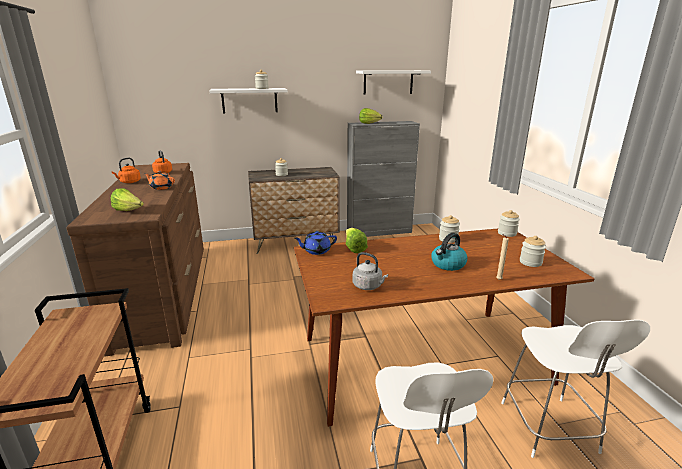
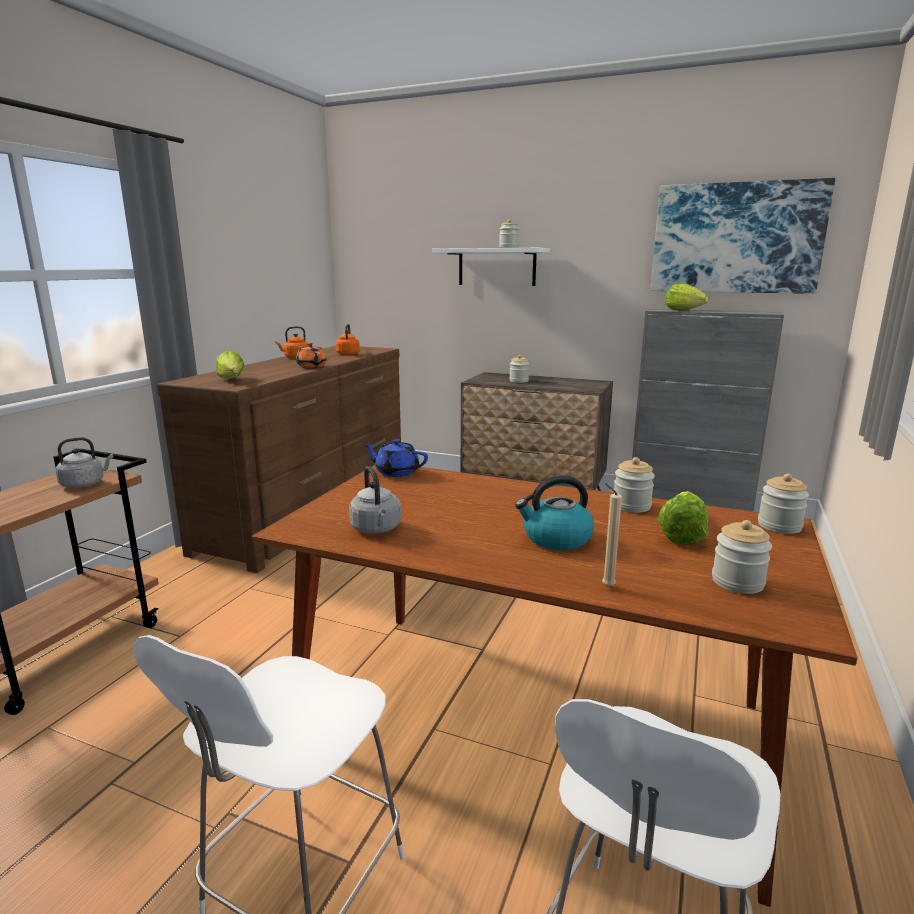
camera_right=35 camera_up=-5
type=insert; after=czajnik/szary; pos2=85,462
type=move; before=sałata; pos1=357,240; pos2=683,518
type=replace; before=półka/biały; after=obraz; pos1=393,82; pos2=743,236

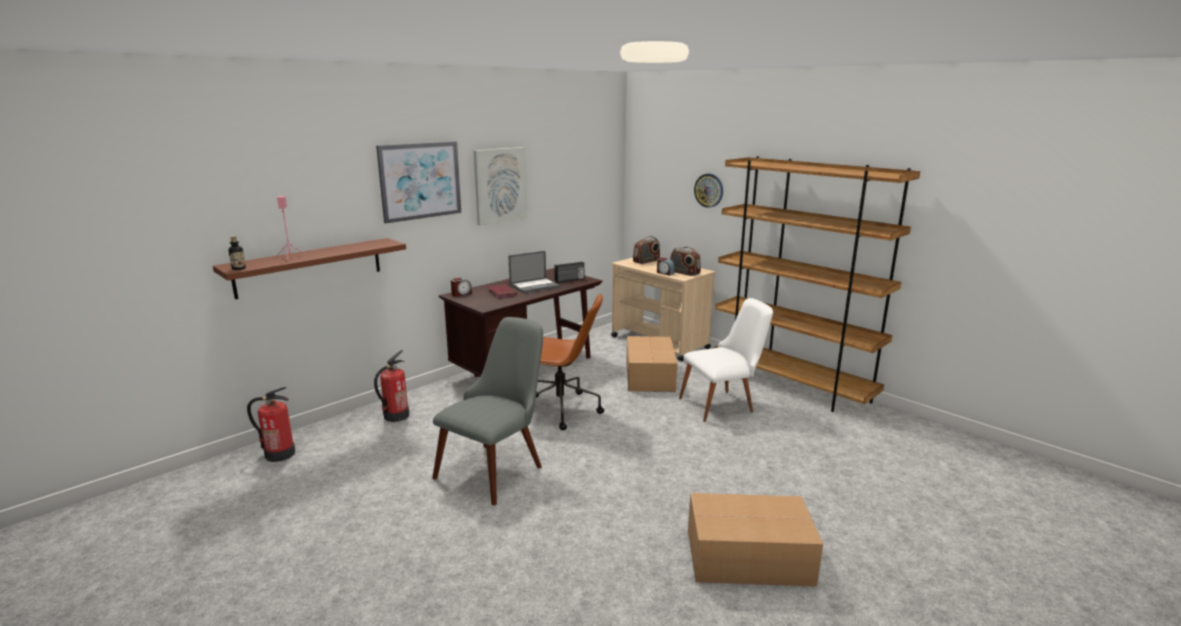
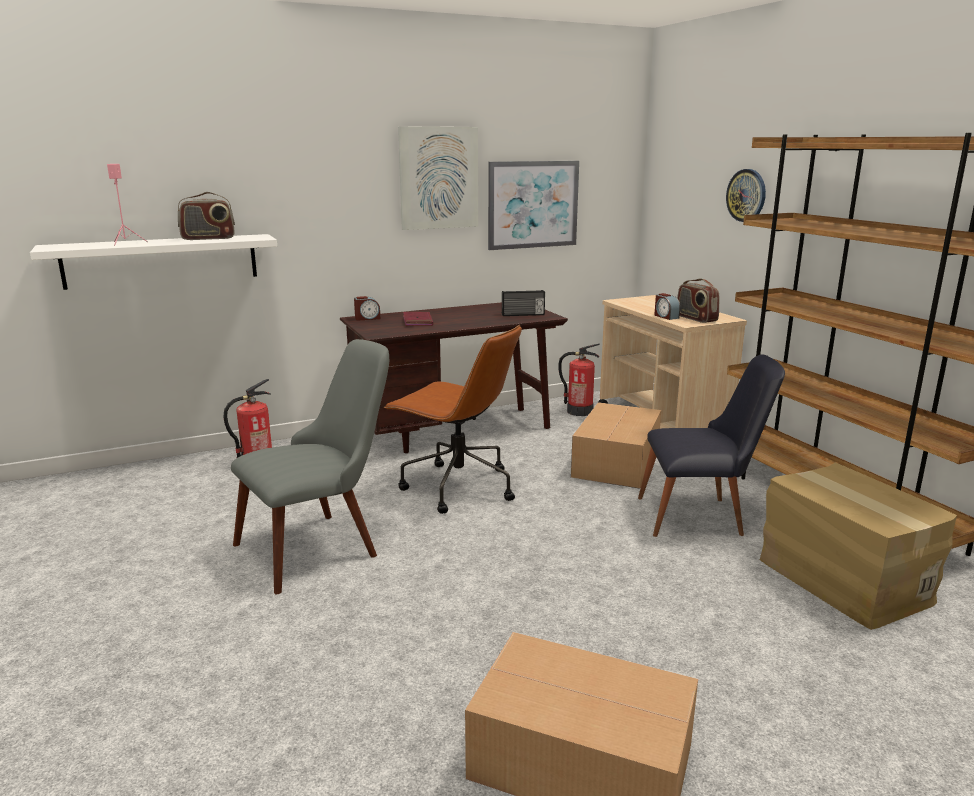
camera_right=20 camera_up=0
type=delete; before=butelka; pos1=237,253
type=delete; before=laptop; pos1=535,272
type=insert; after=karton; pos2=858,546
type=move; before=gaśnica; pos1=271,424; pos2=578,380
type=move; before=obraz; pos1=418,182; pos2=533,205
type=move; before=radio; pos1=646,250; pos2=206,216
type=recolor; before=półka/brązowy; after=półka/biały; pos1=309,268; pos2=153,262
type=recolor; before=krzesło/biały; after=krzesło/czarny; pos1=726,360; pos2=711,446

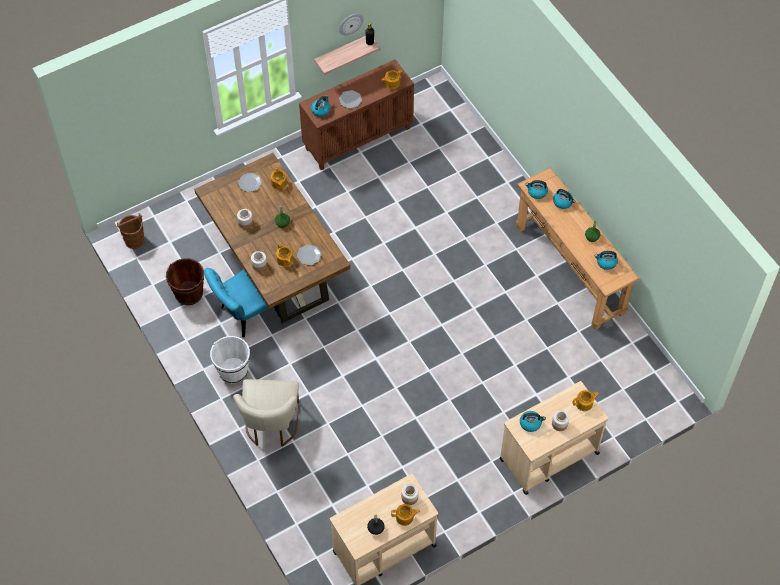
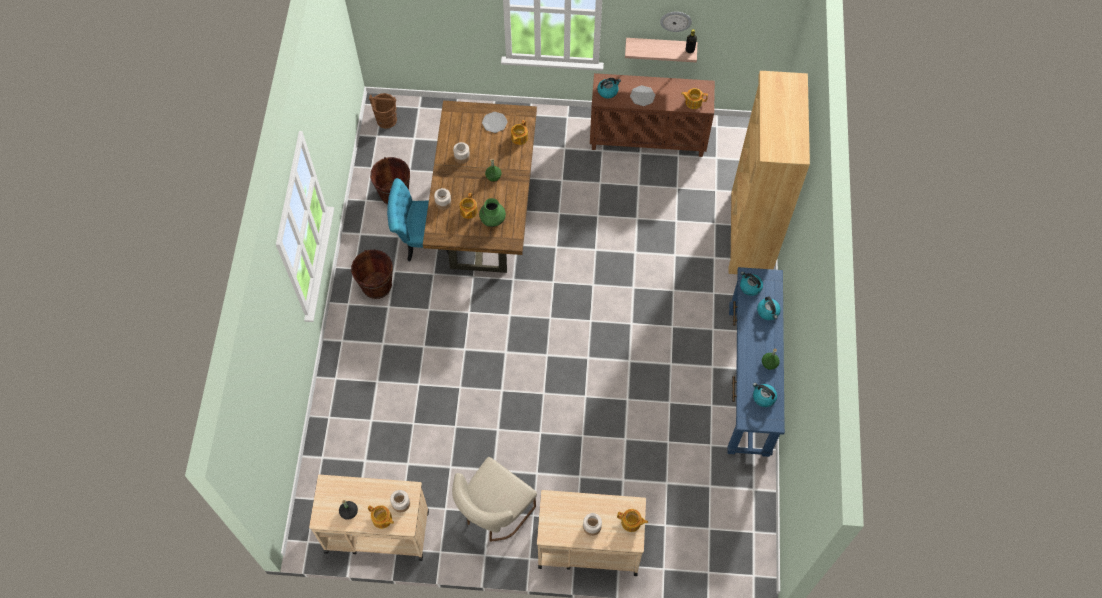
camera_right=35 camera_up=5
type=delete; before=czajnik; pos1=533,421
type=insert; after=regał/brązowy; pos2=769,172
type=move; before=krzesło/beżowy; pos1=266,413; pos2=494,499
type=replace; before=talerz; after=wazon/zielony; pos1=309,255; pos2=492,212
type=recolor; before=wiadro/biały; after=wiadro/brązowy; pos1=230,360; pos2=372,274
type=recolor; before=stolik konsolowy/brązowy; after=stolik konsolowy/niebieski; pos1=577,249; pos2=756,362

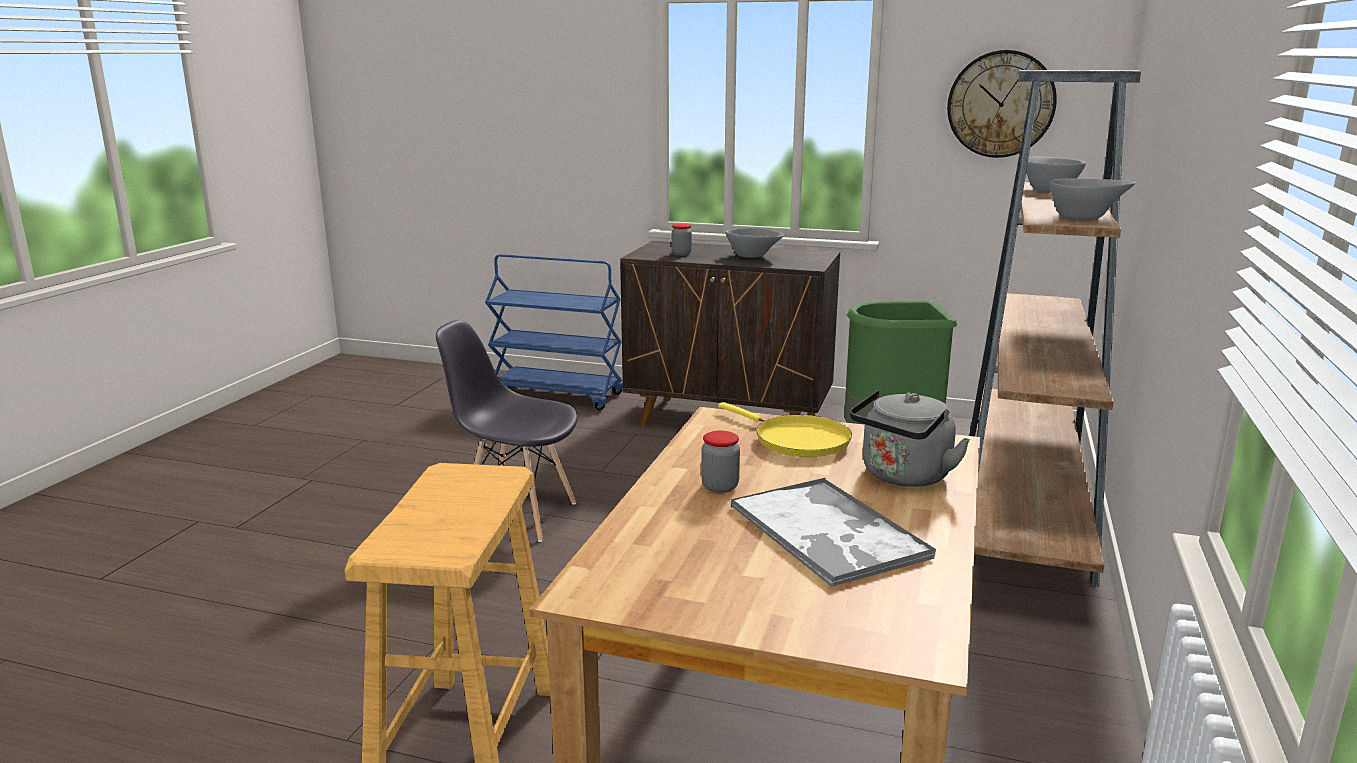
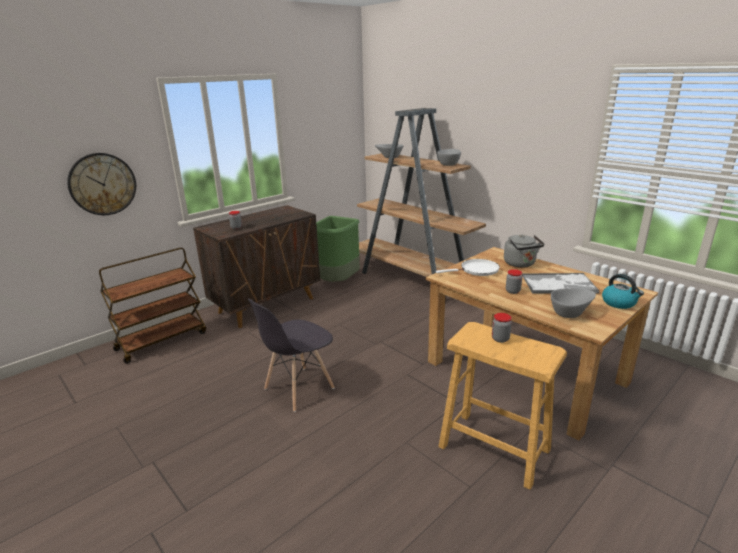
camera_right=-60 camera_up=5
type=insert; after=słoik; pos2=502,328
type=insert; after=czajnik; pos2=623,291
type=move; before=miska/szary; pos1=754,243; pos2=573,303
type=move; before=zegar ścienny; pos1=1002,104; pos2=101,184
type=recolor; before=wózek/niebieski; after=wózek/brązowy; pos1=554,332; pos2=152,305
type=recolor; before=patelnia/żółty; after=patelnia/biały; pos1=785,429; pos2=468,267

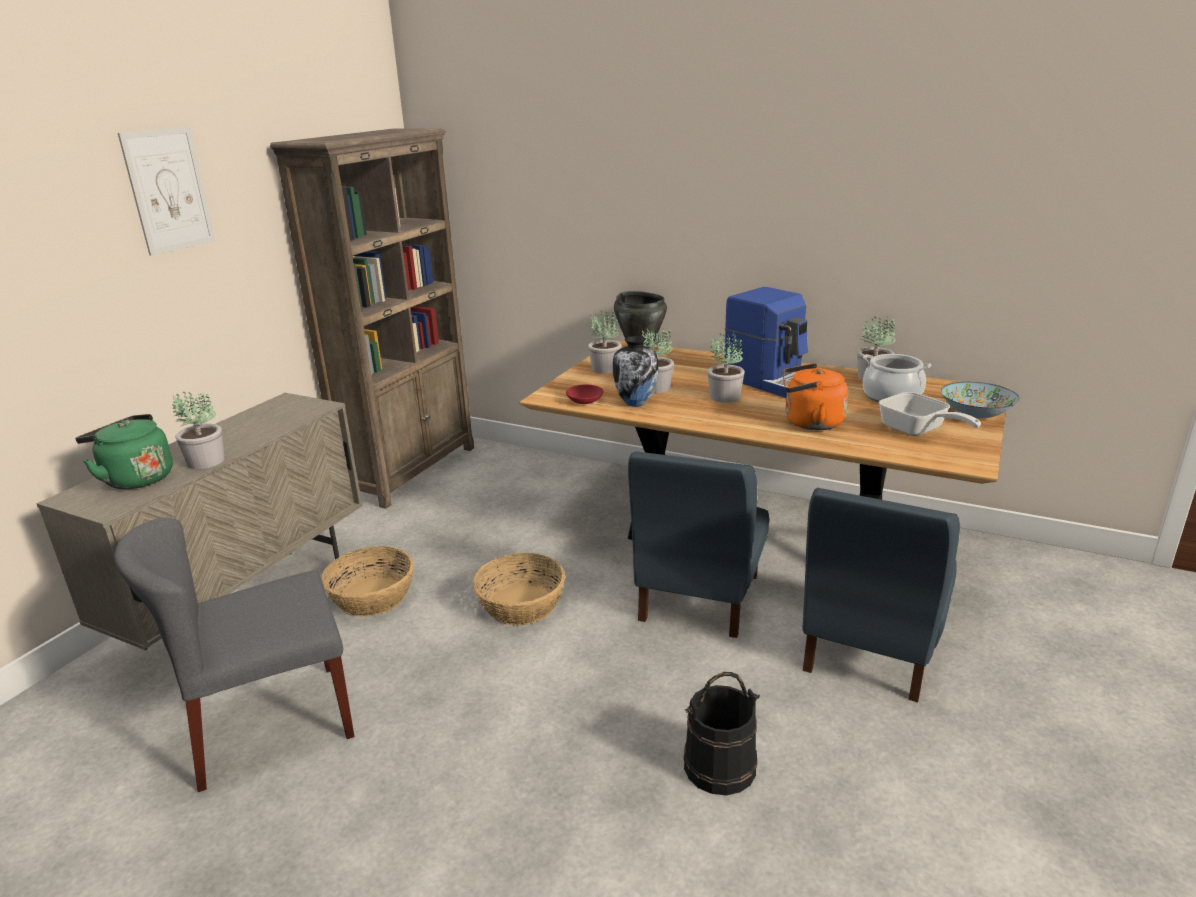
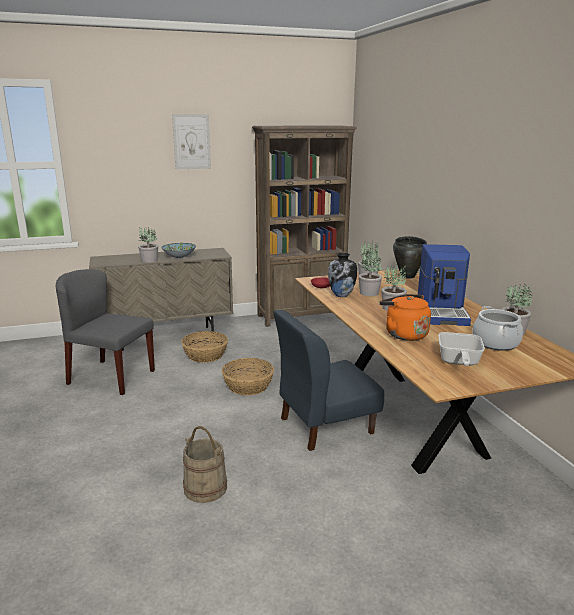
camera_right=45 camera_up=-5
type=delete; before=czajnik/zielony; pos1=124,451
type=delete; before=krzesło/niebieski; pos1=881,595
type=move; before=miska; pos1=980,400; pos2=178,250
type=recolor; before=wiadro/czarny; after=wiadro/beżowy; pos1=722,733; pos2=205,464

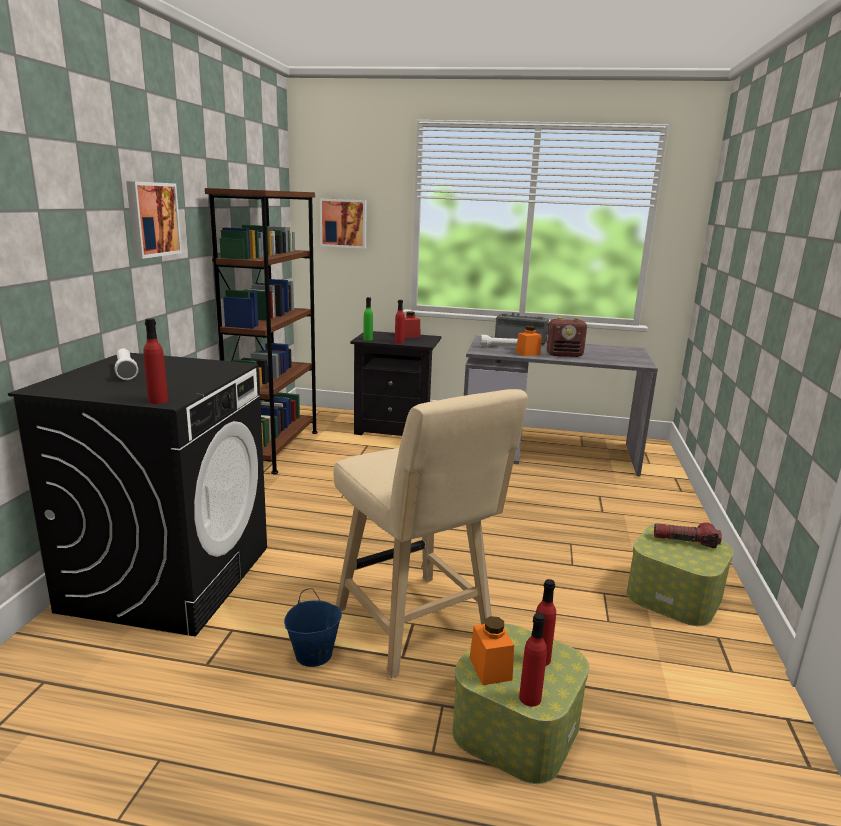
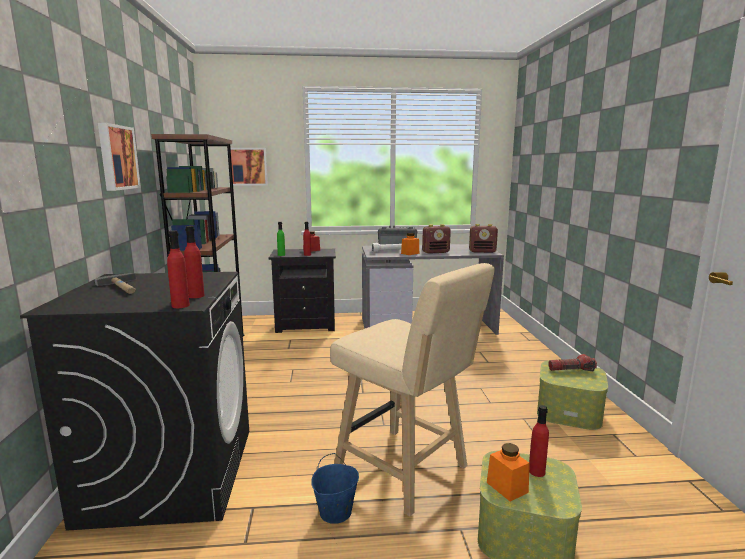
camera_right=-15 camera_up=-5
type=insert; after=radio; pos2=483,238
type=move; before=butelka/czerwony; pos1=533,660; pos2=194,262
type=replace; before=latarka/biały; after=młotek; pos1=126,364; pos2=115,283

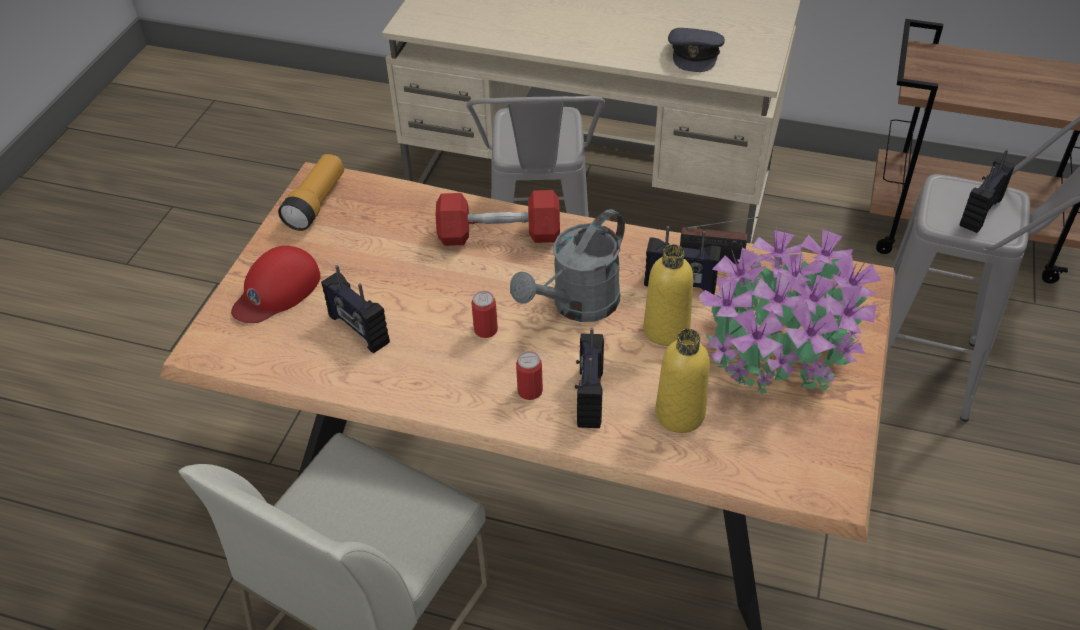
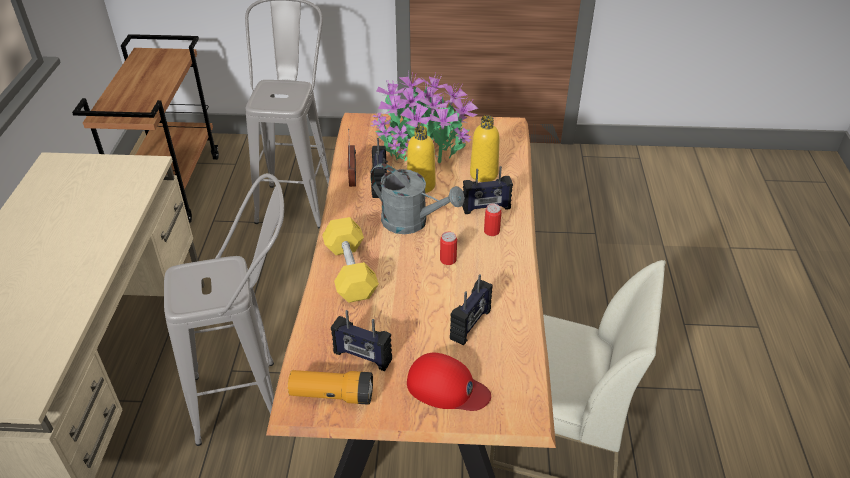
camera_right=-105 camera_up=-5
type=delete; before=czapka z daszkiem/szary; pos1=696,50
type=move; before=radio; pos1=987,191; pos2=361,340
type=recolor; before=hantel/czerwony; after=hantel/żółty; pos1=498,218; pos2=350,260

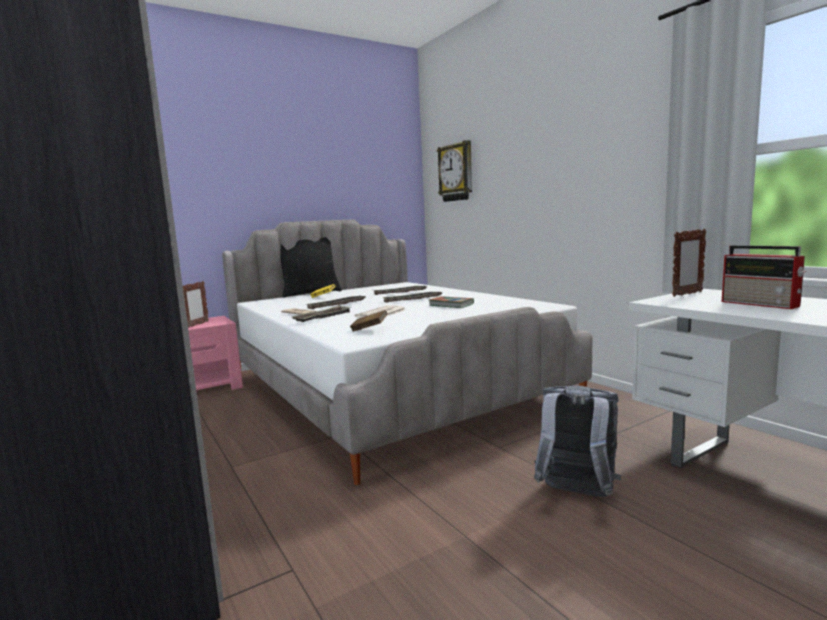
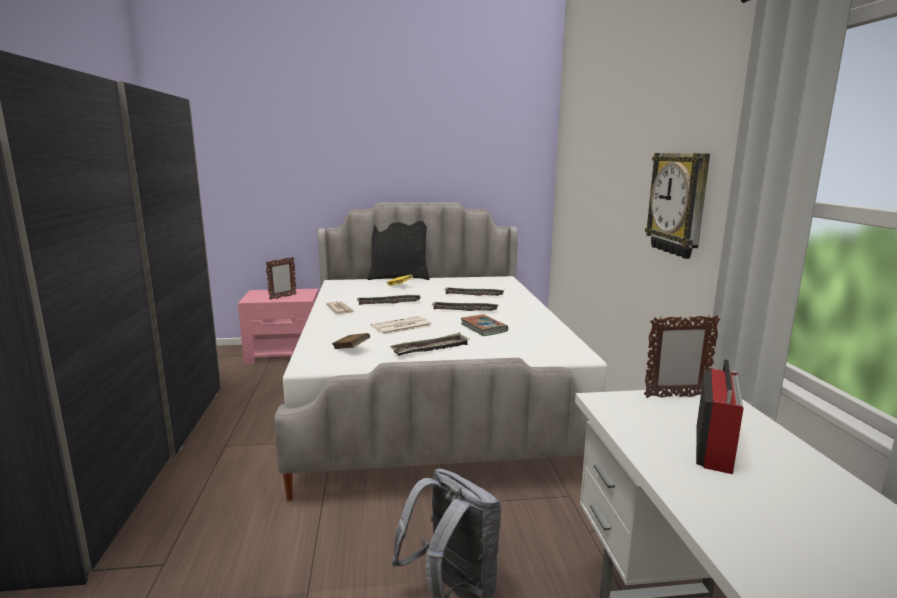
camera_right=25 camera_up=5
type=move; before=taca; pos1=321,313; pos2=429,344
type=move; before=zegar ścienny; pos1=454,171; pos2=677,206
type=rotate; before=radio; pos1=764,277; pos2=720,416; turn=-150

